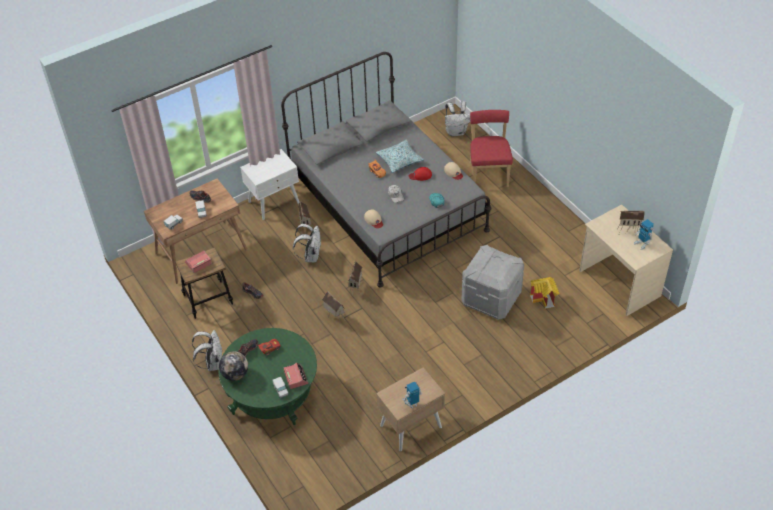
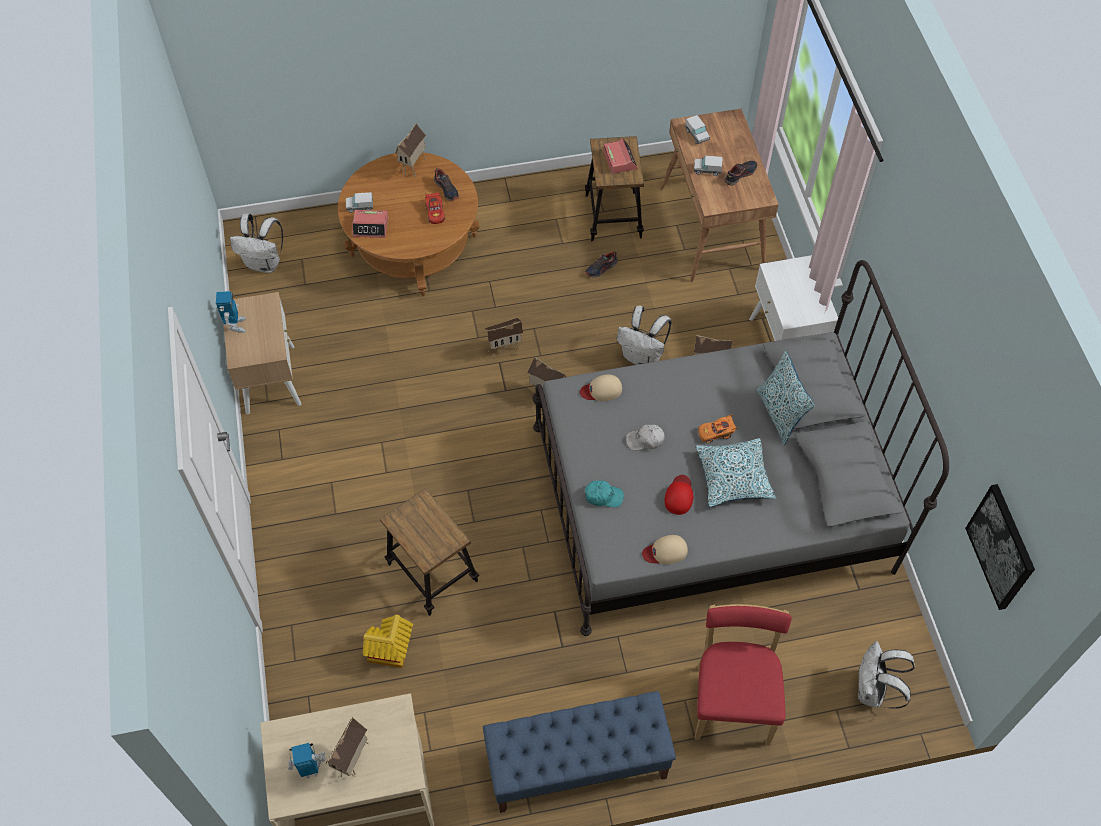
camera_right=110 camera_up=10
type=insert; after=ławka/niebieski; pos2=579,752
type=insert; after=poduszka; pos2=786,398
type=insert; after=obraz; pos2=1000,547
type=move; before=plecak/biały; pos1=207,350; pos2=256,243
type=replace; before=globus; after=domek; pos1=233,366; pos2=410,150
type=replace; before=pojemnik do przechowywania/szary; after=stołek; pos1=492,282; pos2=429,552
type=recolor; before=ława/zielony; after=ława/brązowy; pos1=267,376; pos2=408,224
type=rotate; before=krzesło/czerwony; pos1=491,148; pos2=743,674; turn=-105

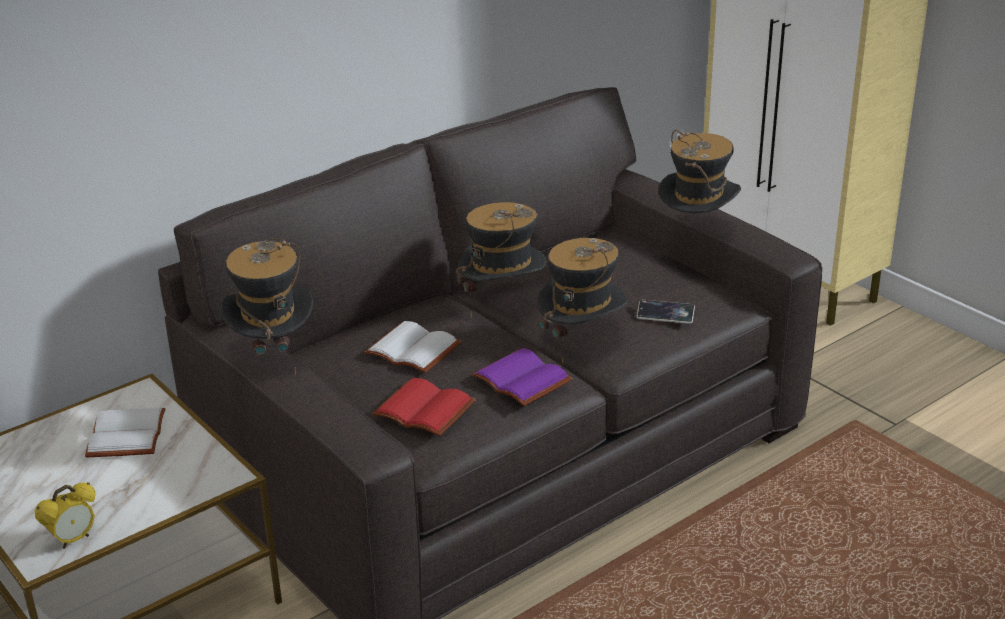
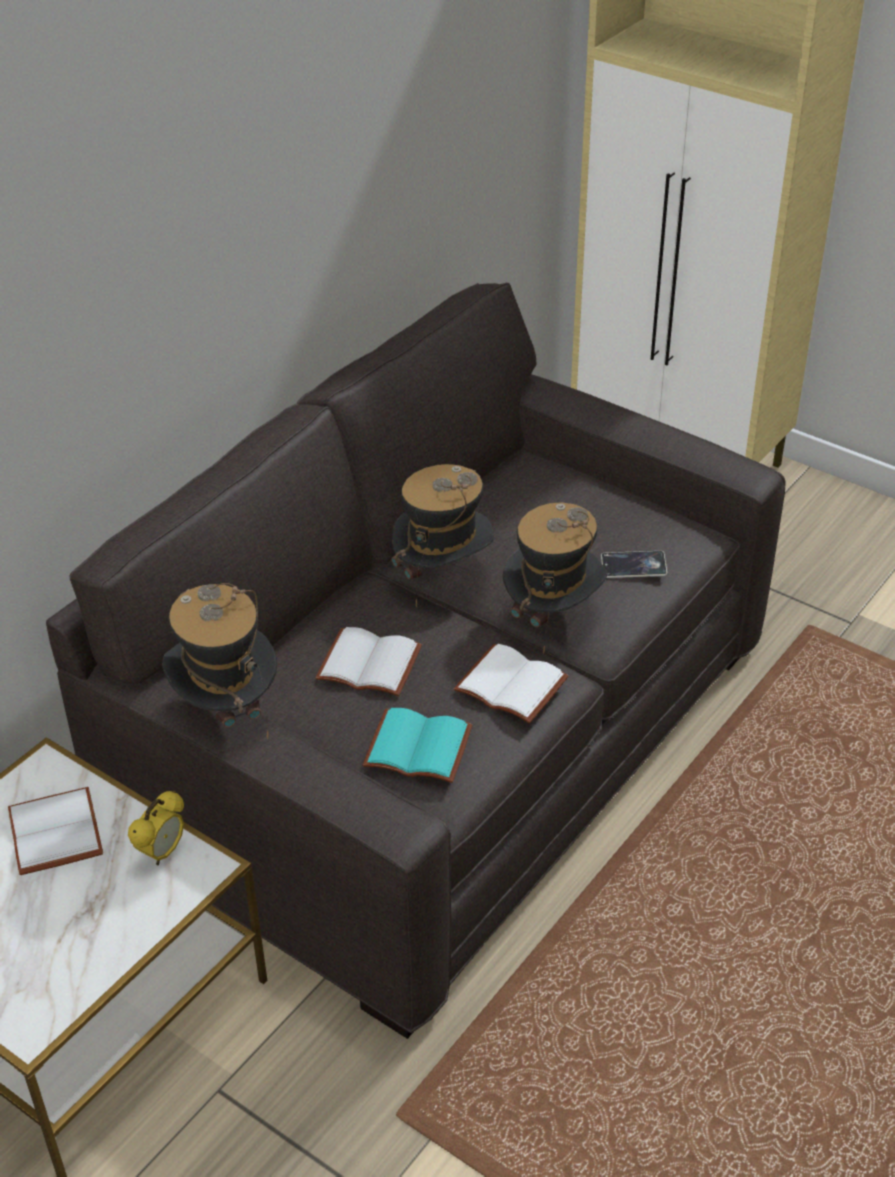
camera_right=-15 camera_up=10
type=delete; before=kapelusz; pos1=699,171
type=move; before=budzik; pos1=65,515; pos2=156,828
type=recolor; before=książka/czerwony; after=książka/turkusowy; pos1=423,407; pos2=417,745
type=recolor; before=książka/fioletowy; after=książka/biały; pos1=522,377; pos2=511,683

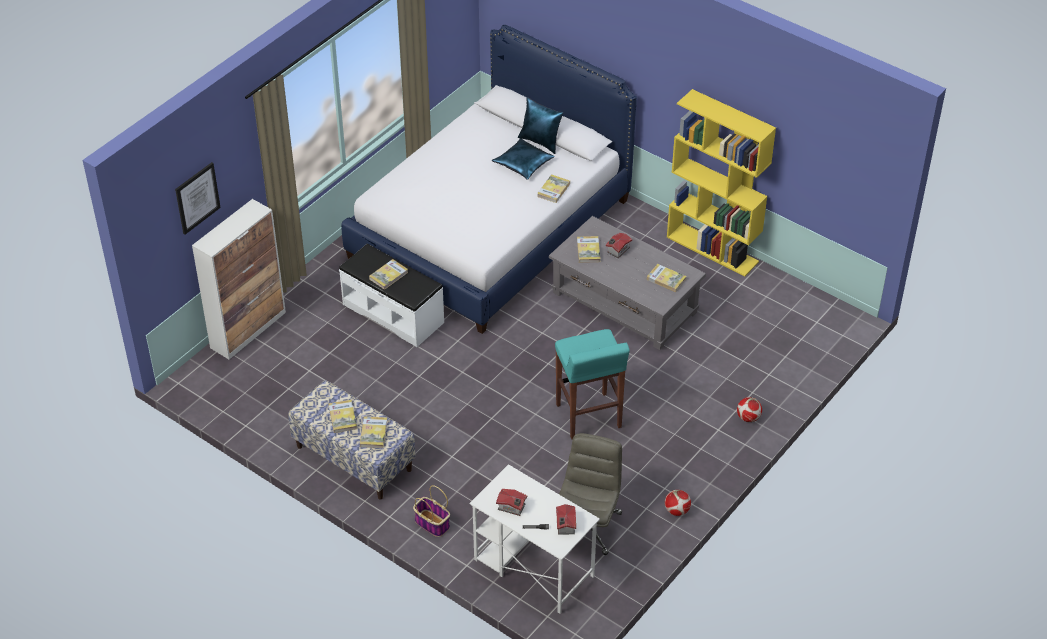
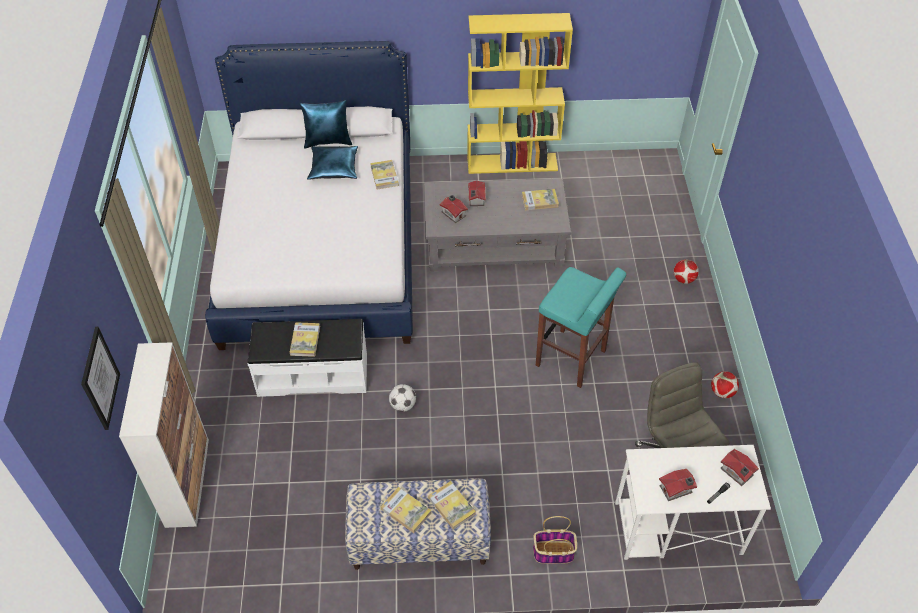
camera_right=-40 camera_up=5
type=insert; after=piłka futbolowa; pos2=402,398
type=replace; before=książka; after=domek; pos1=589,249; pos2=454,209

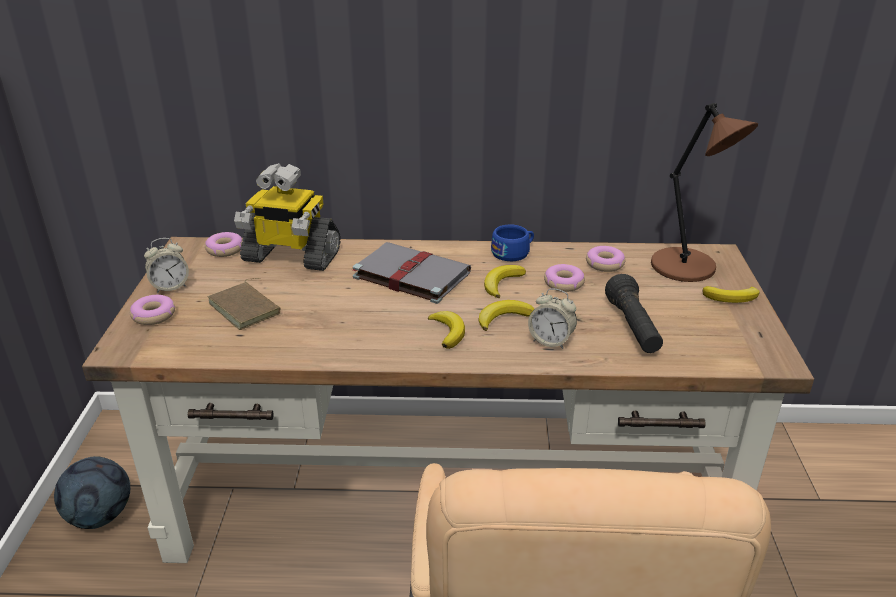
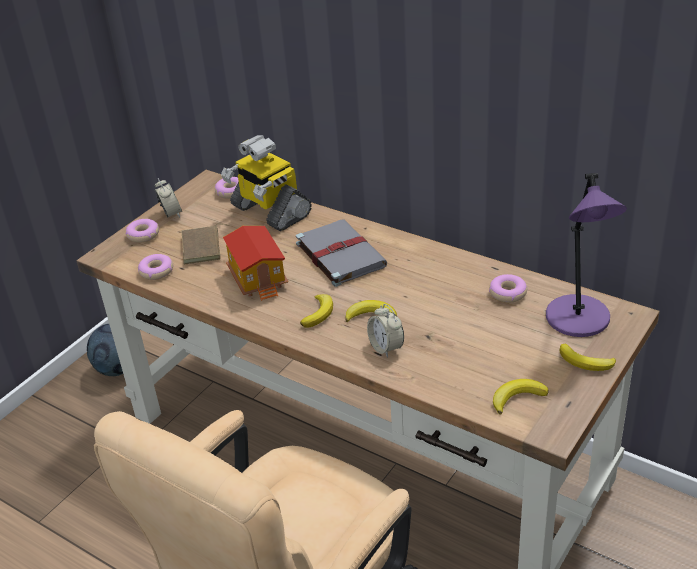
camera_right=35 camera_up=5
type=delete; before=filiżanka/niebieski; pos1=512,242
type=delete; before=latarka/czarny; pos1=634,313
type=insert; after=domek; pos2=255,263
type=move; before=banan; pos1=505,281; pos2=521,397
type=move; before=donut; pos1=564,278; pos2=155,267
type=recolor; before=lampa stołowa/brązowy; after=lampa stołowa/fioletowy; pos1=704,192; pos2=586,255
type=rotate; before=budzik; pos1=166,265; pos2=168,197; turn=-120

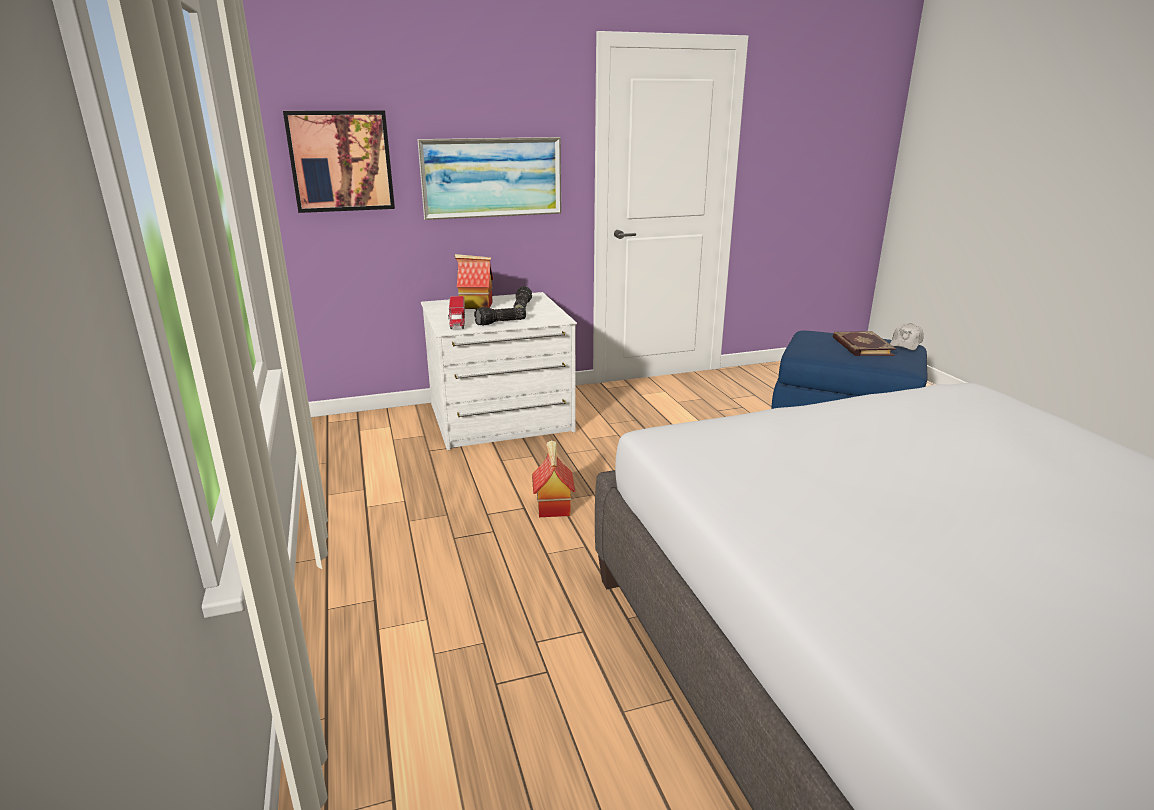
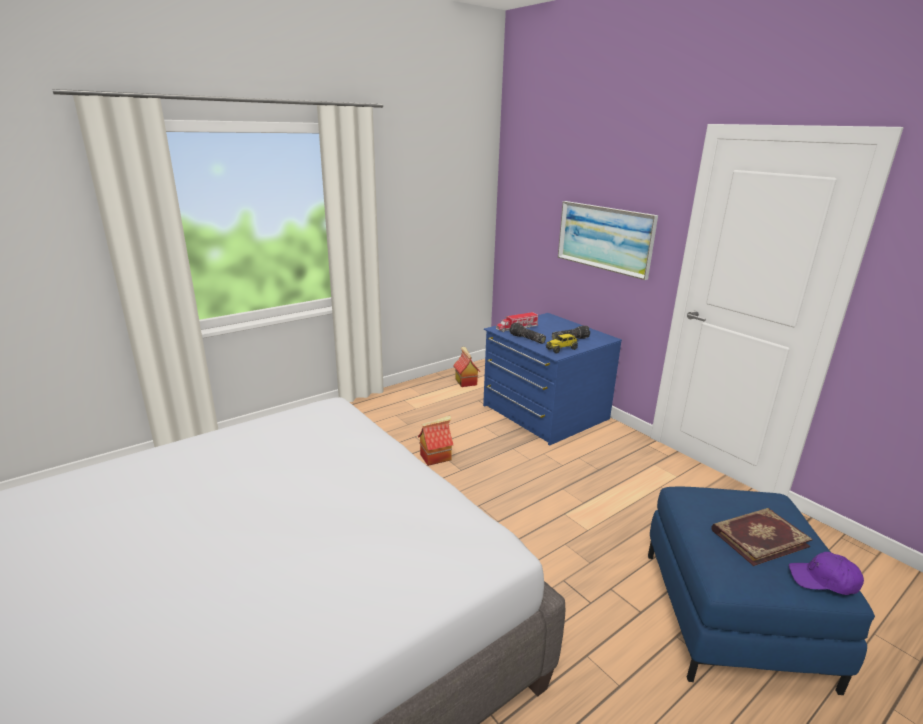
camera_right=70 camera_up=0
type=delete; before=obraz; pos1=339,162
type=insert; after=ciężarówka zabawkowa; pos2=562,344
type=move; before=domek; pos1=474,281; pos2=466,366
type=recolor; before=komoda/biały; after=komoda/niebieski; pos1=499,371; pos2=552,379
type=recolor; before=czapka z daszkiem/biały; after=czapka z daszkiem/fioletowy; pos1=907,336; pos2=826,573

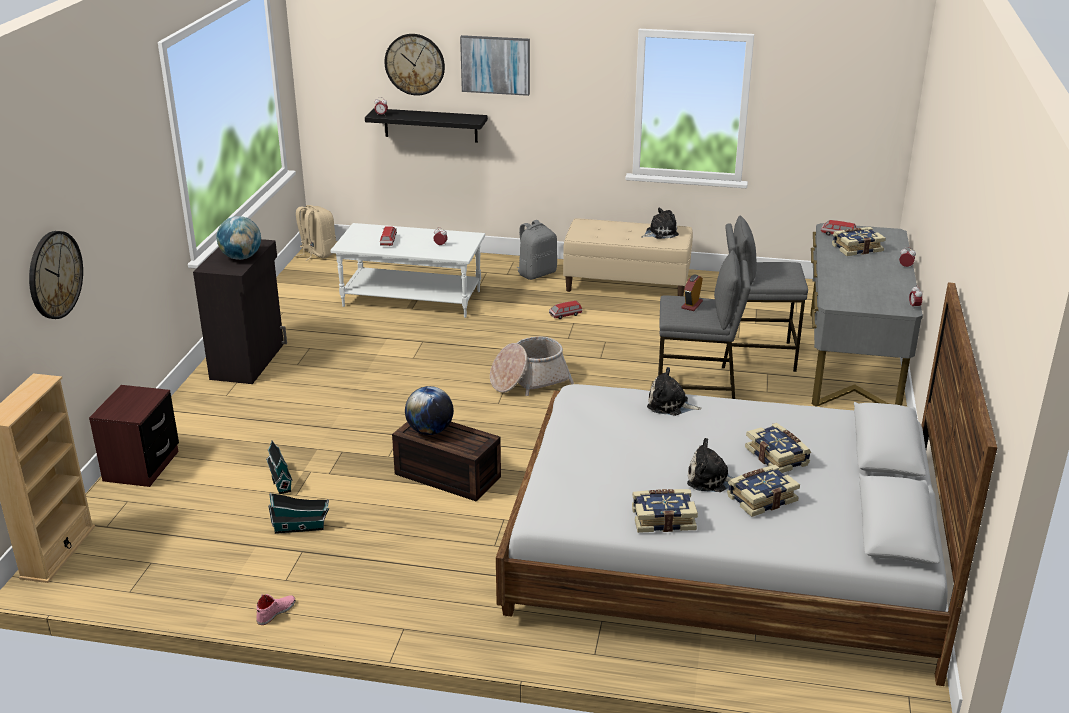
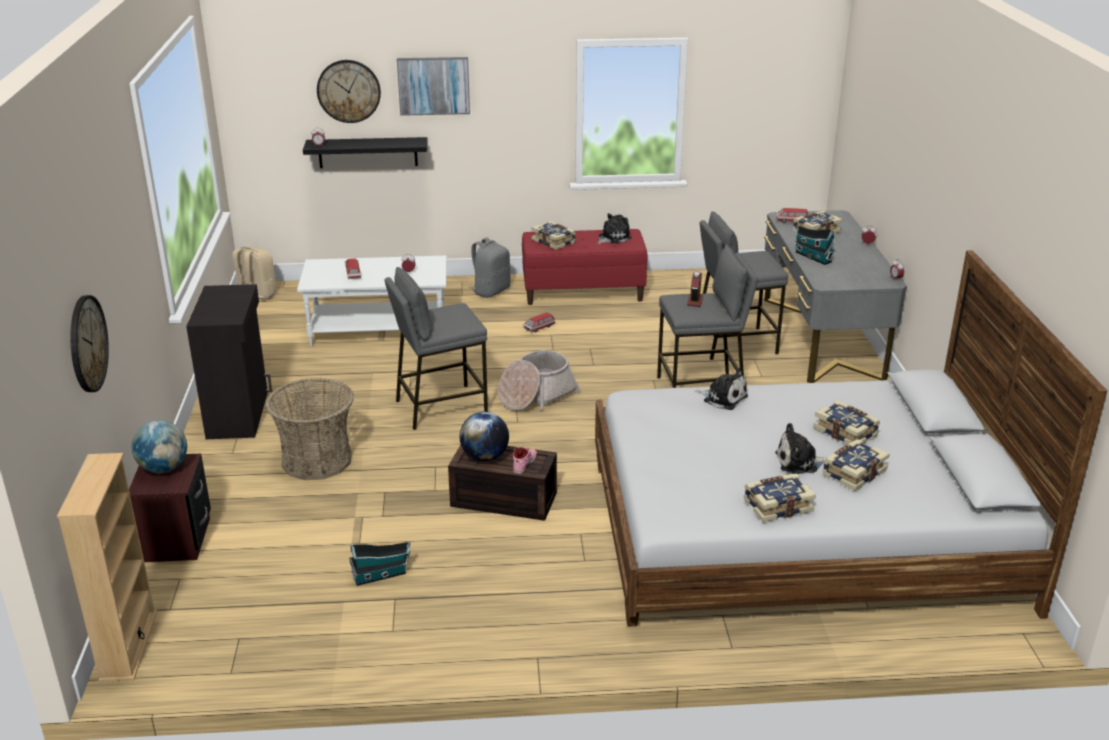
camera_right=-15 camera_up=0
type=insert; after=koszyk; pos2=309,429
type=insert; after=stołek/szary; pos2=436,348
type=insert; after=książka; pos2=553,235
type=move; before=globus; pos1=239,238; pos2=159,446
type=move; before=but/różowy; pos1=276,609; pos2=525,460
type=move; before=domek; pos1=279,467; pos2=814,245
type=recolor; before=ławka/beżowy; after=ławka/czerwony; pos1=628,257; pos2=585,267
type=rotate; before=pluszak; pos1=674,391; pos2=721,389; turn=-150

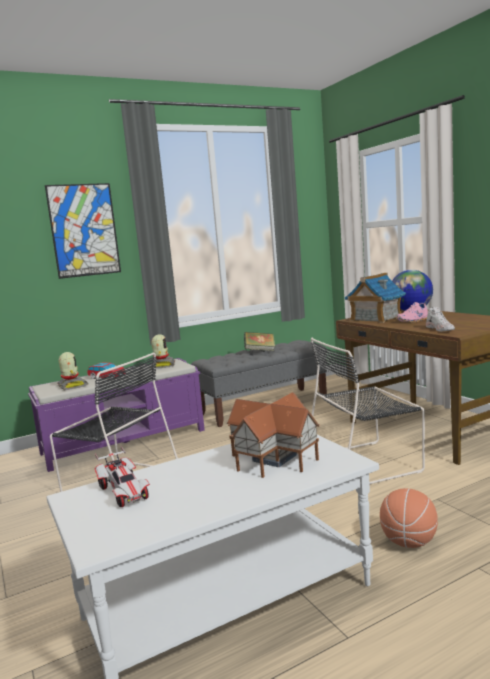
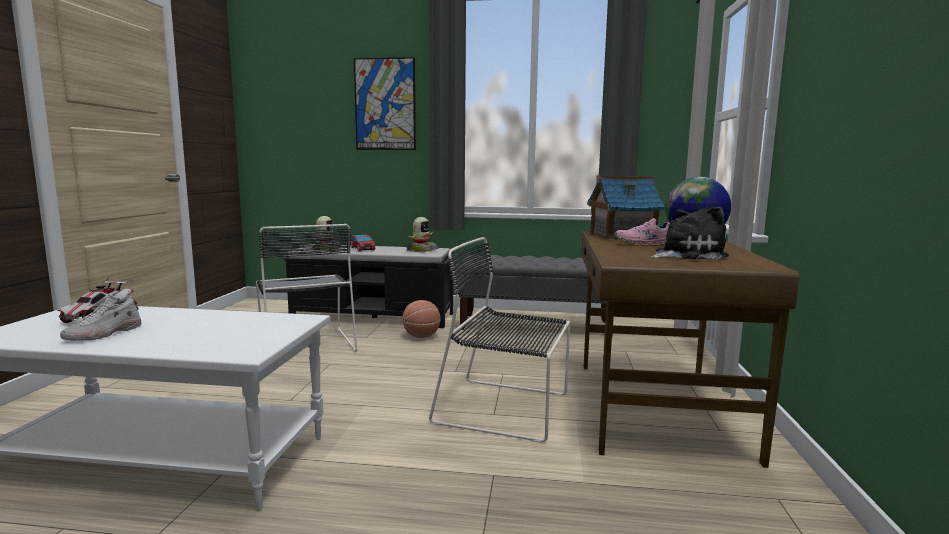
camera_right=35 camera_up=0
type=delete; before=domek; pos1=273,435
type=delete; before=książka; pos1=259,341
type=insert; after=pluszak; pos2=690,233
type=move; before=piłka do koszykówki; pos1=409,518; pos2=421,319
type=move; before=but/biały; pos1=440,319; pos2=100,317
type=recolor; before=ławka/fioletowy; after=ławka/czarny; pos1=116,415; pos2=369,286

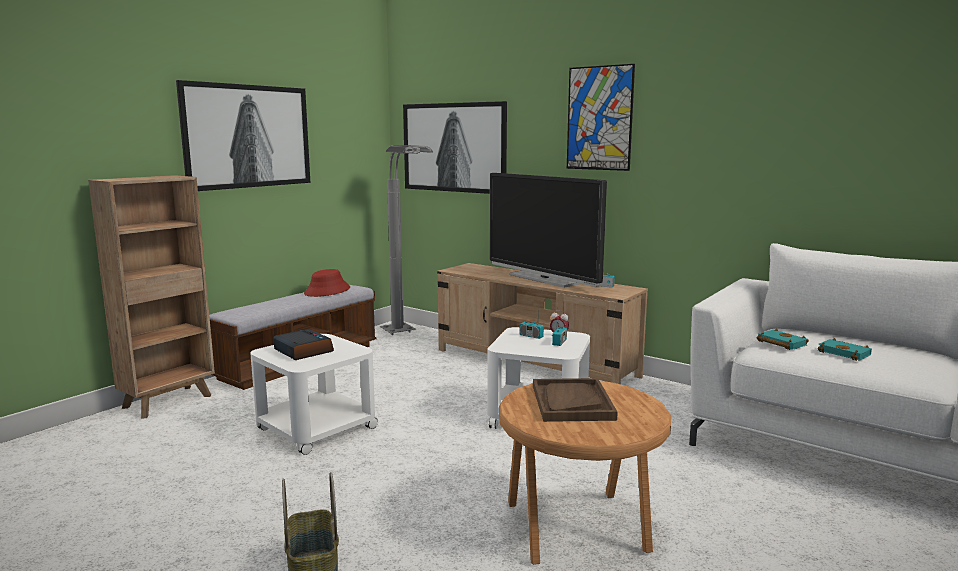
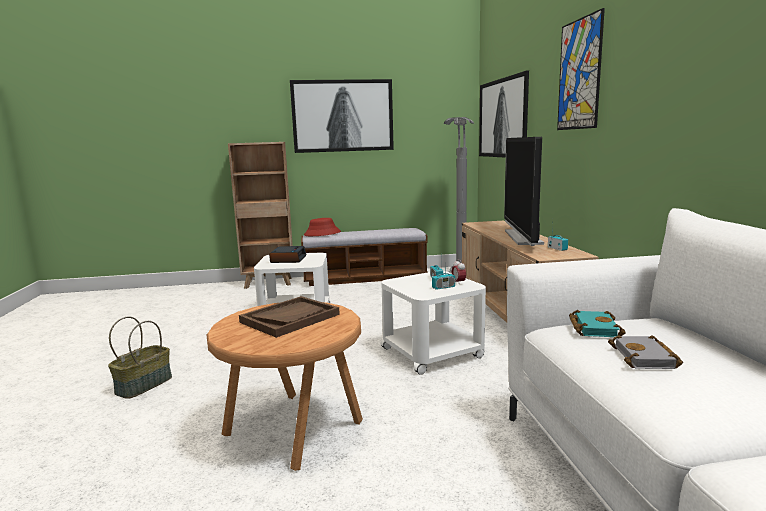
camera_right=45 camera_up=0
type=move; before=kapelusz/czerwony; pos1=327,283; pos2=322,227
type=recolor; before=książka/turkusowy; after=książka/szary; pos1=845,349; pos2=645,352

